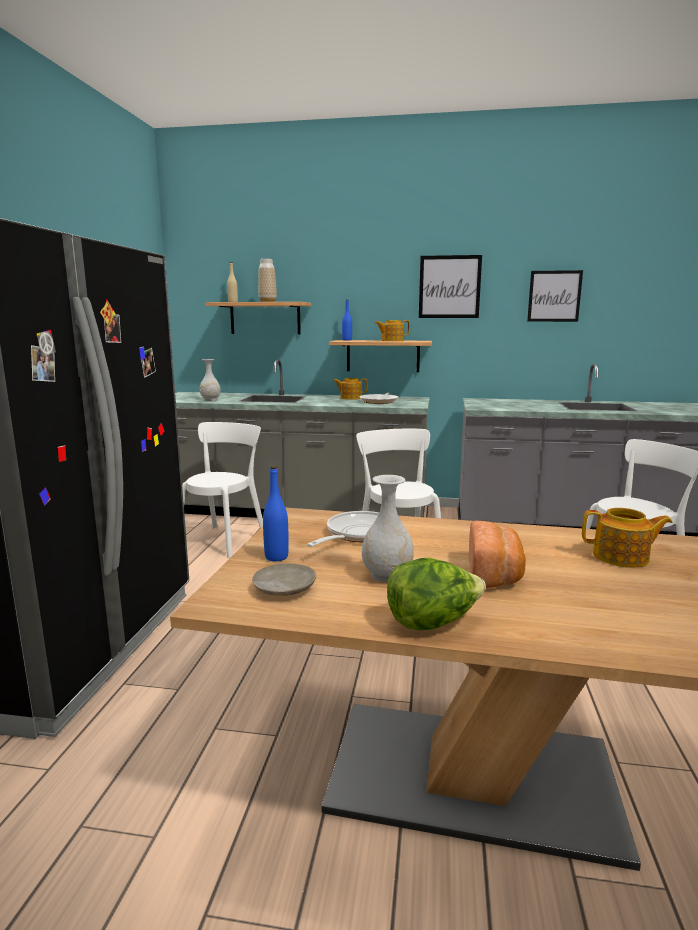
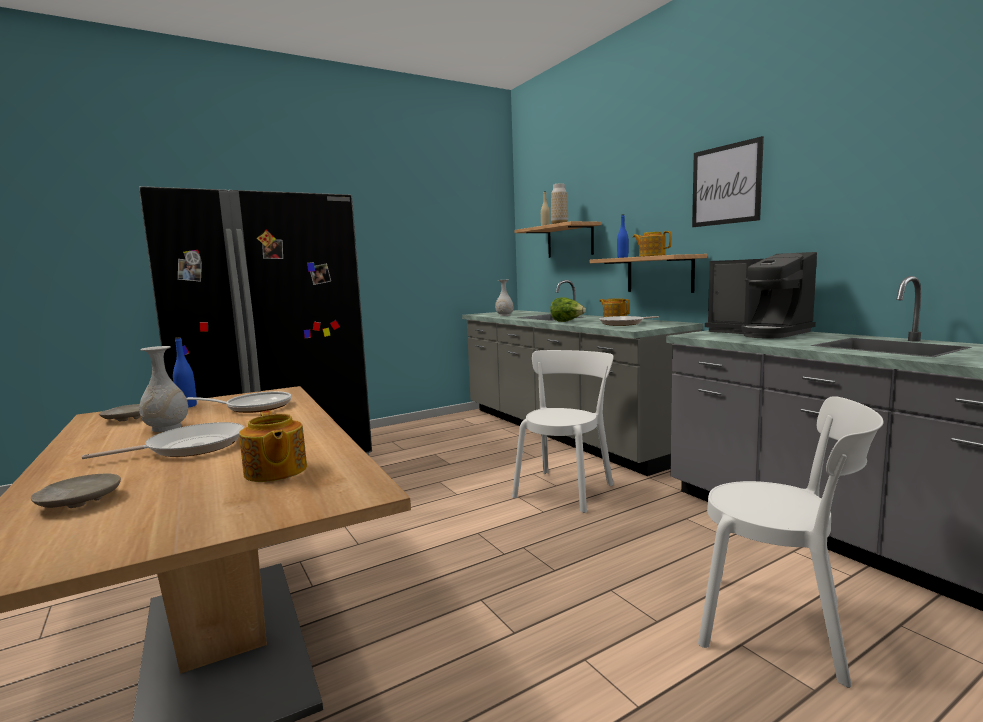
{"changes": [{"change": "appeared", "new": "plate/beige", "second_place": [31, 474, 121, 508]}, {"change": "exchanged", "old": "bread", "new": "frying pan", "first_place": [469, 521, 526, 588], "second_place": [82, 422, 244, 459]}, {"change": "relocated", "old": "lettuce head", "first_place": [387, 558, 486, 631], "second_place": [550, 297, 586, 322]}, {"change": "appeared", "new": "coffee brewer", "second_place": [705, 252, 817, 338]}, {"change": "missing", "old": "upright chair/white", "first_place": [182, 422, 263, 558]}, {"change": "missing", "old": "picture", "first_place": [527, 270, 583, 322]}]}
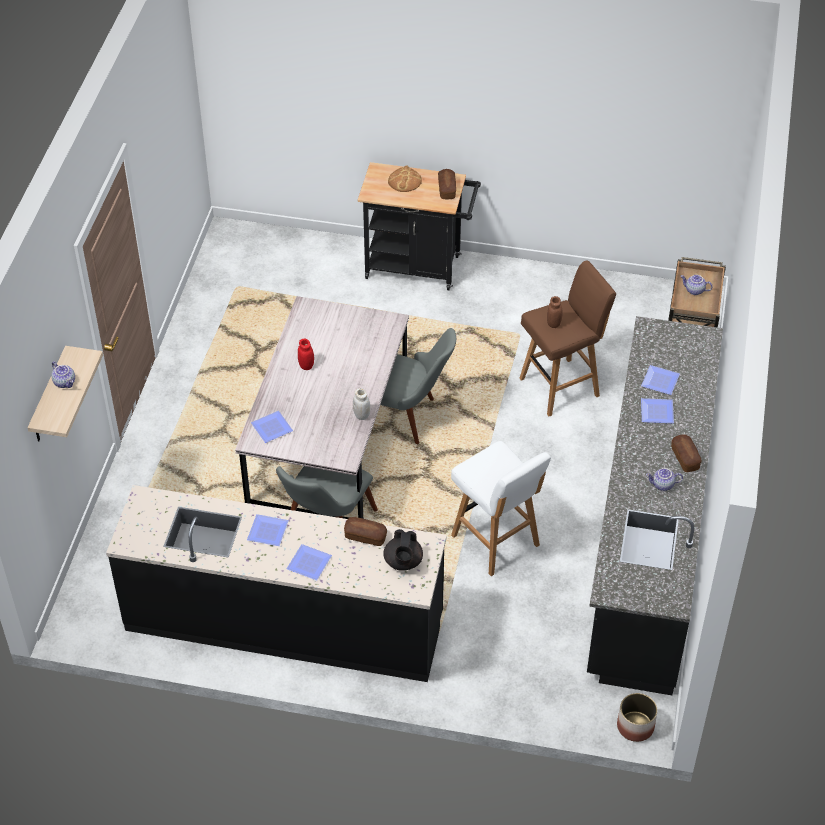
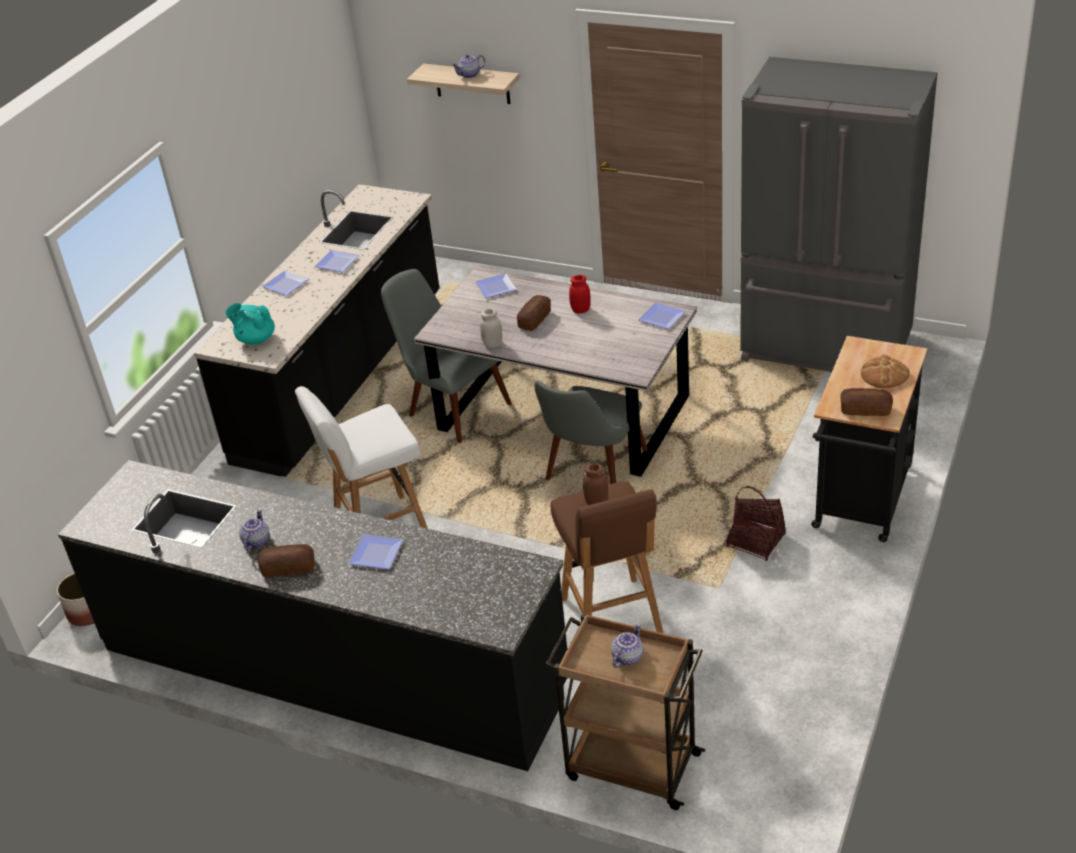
{"changes": [{"change": "colour", "old": "tea pot/black", "new": "tea pot/turquoise", "first_place": [383, 529, 423, 571], "second_place": [225, 303, 275, 345]}, {"change": "relocated", "old": "bread", "first_place": [344, 517, 387, 546], "second_place": [517, 295, 551, 331]}, {"change": "relocated", "old": "plate", "first_place": [641, 365, 680, 395], "second_place": [638, 302, 686, 329]}, {"change": "appeared", "new": "household basket", "second_place": [726, 486, 786, 561]}, {"change": "appeared", "new": "kitchen fridge/grey", "second_place": [740, 57, 938, 372]}]}
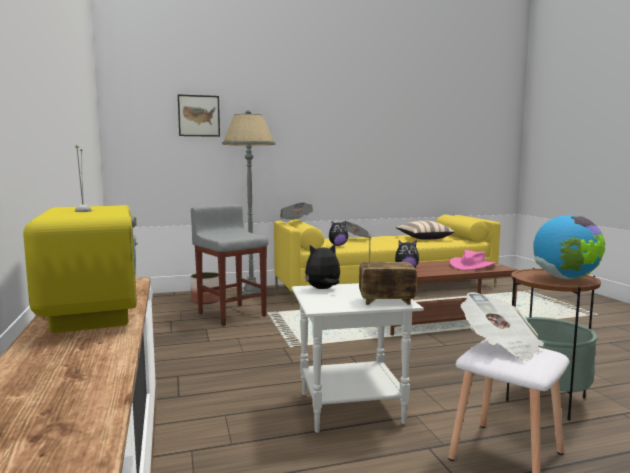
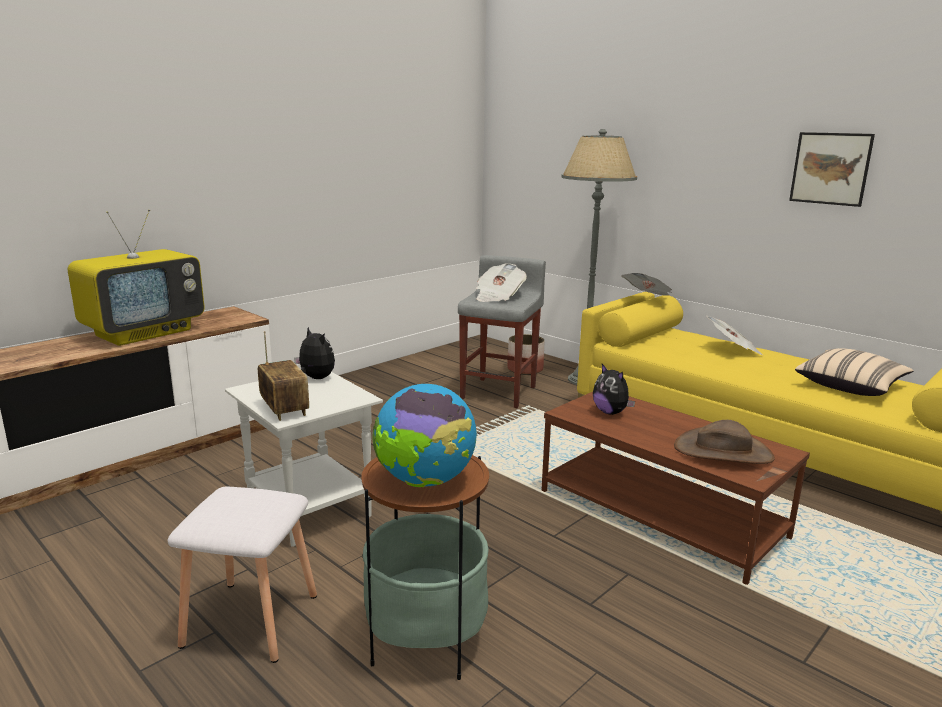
{"changes": [{"change": "relocated", "old": "daily paper", "first_place": [461, 292, 544, 362], "second_place": [476, 263, 527, 302]}, {"change": "colour", "old": "wearable hat/pink", "new": "wearable hat/brown", "first_place": [450, 250, 496, 270], "second_place": [674, 420, 775, 464]}, {"change": "relocated", "old": "picture", "first_place": [178, 94, 220, 137], "second_place": [789, 132, 875, 207]}, {"change": "missing", "old": "cuddly toy", "first_place": [329, 221, 348, 246]}]}
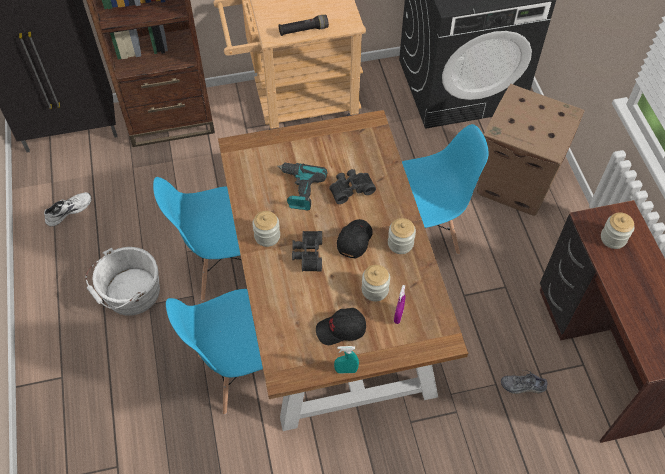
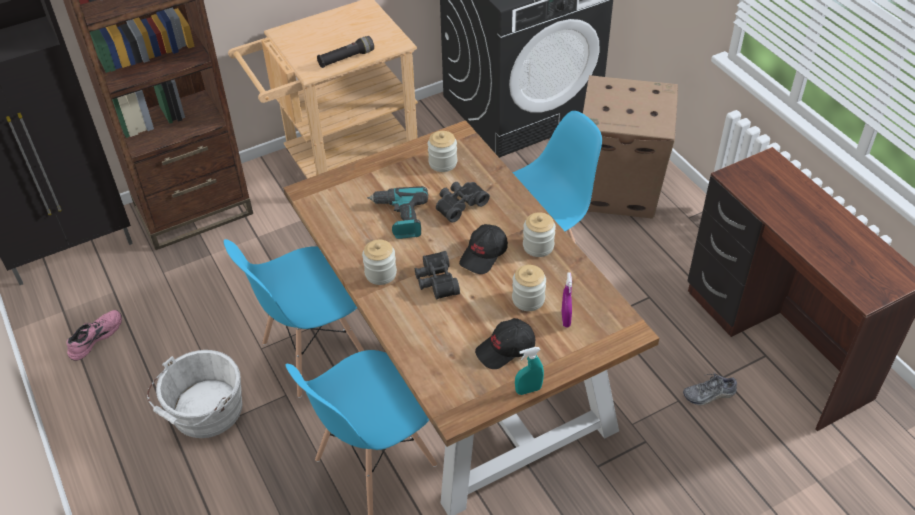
{"changes": [{"change": "colour", "old": "item of footwear/white", "new": "item of footwear/pink", "first_place": [44, 192, 92, 226], "second_place": [67, 310, 122, 361]}, {"change": "relocated", "old": "jar", "first_place": [601, 212, 634, 249], "second_place": [428, 131, 457, 172]}, {"change": "spun", "old": "baseball cap/black", "first_place": [337, 219, 373, 258], "second_place": [459, 224, 508, 274], "degrees": -150}]}
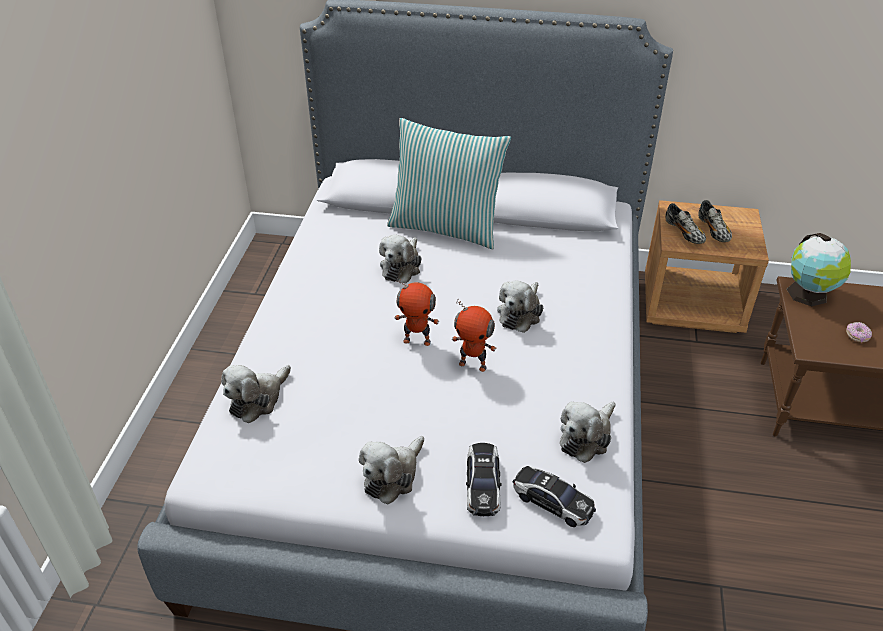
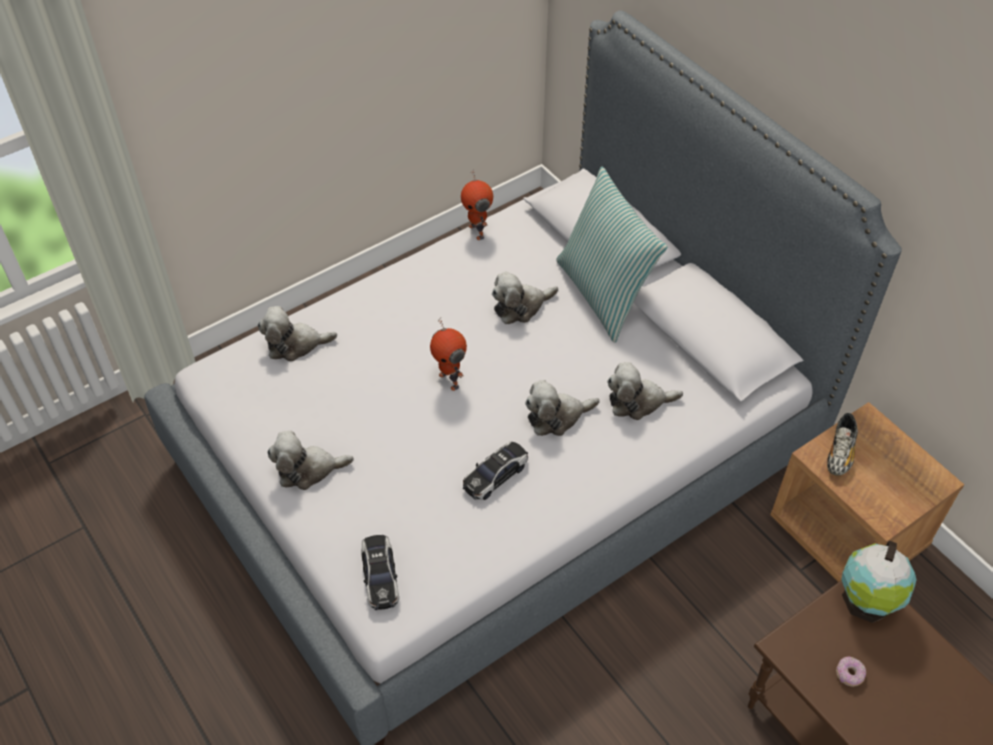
{"changes": [{"change": "relocated", "old": "toy robot", "first_place": [452, 300, 496, 372], "second_place": [461, 169, 493, 240]}, {"change": "relocated", "old": "toy car", "first_place": [466, 443, 502, 516], "second_place": [463, 442, 528, 500]}, {"change": "relocated", "old": "cuddly toy", "first_place": [560, 402, 616, 463], "second_place": [607, 362, 683, 420]}, {"change": "missing", "old": "item of footwear", "first_place": [698, 200, 732, 242]}]}
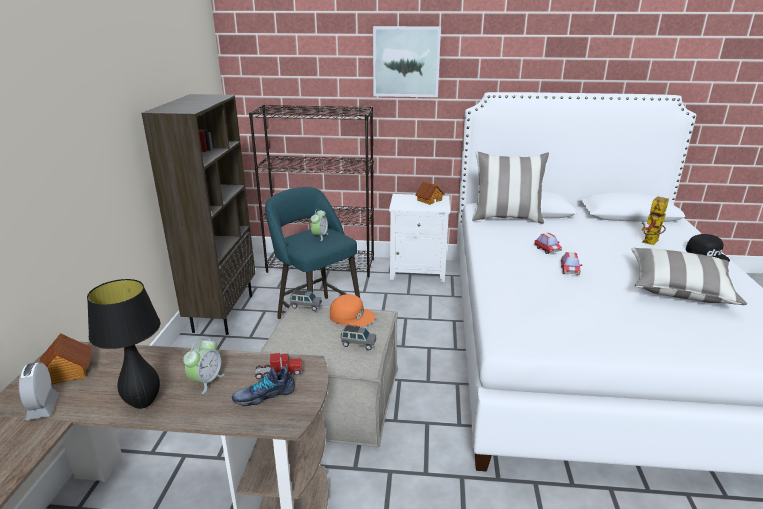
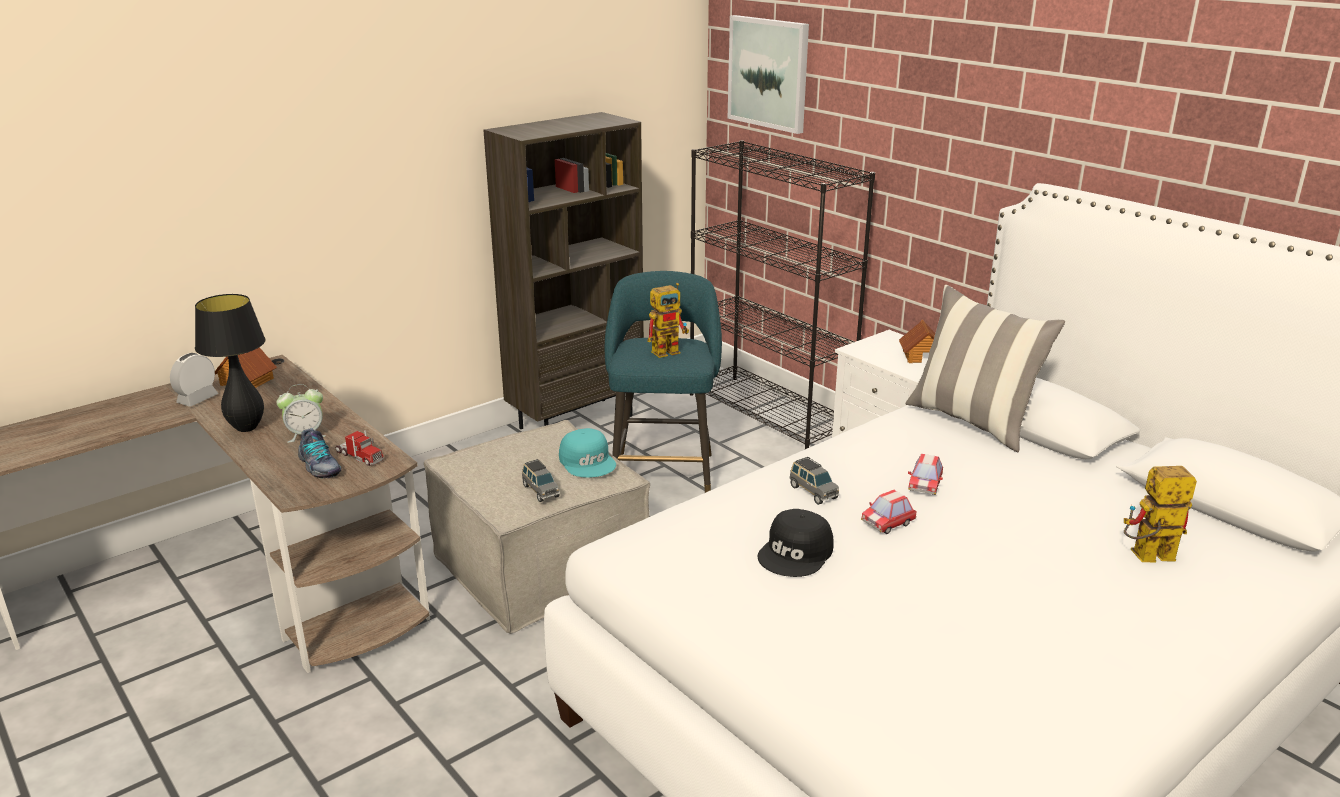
{"changes": [{"change": "spun", "old": "item of footwear", "first_place": [232, 366, 295, 406], "second_place": [298, 428, 342, 479], "degrees": -150}, {"change": "colour", "old": "baseball cap/orange", "new": "baseball cap/turquoise", "first_place": [330, 294, 375, 327], "second_place": [559, 428, 616, 478]}, {"change": "exchanged", "old": "bedside clock", "new": "toy robot", "first_place": [310, 209, 329, 241], "second_place": [647, 283, 689, 358]}, {"change": "relocated", "old": "picture", "first_place": [373, 26, 441, 97], "second_place": [728, 15, 809, 134]}, {"change": "relocated", "old": "baseball cap/black", "first_place": [686, 234, 730, 262], "second_place": [758, 509, 834, 577]}, {"change": "relocated", "old": "toy car/grey", "first_place": [290, 289, 322, 311], "second_place": [790, 457, 839, 505]}, {"change": "missing", "old": "pillow", "first_place": [631, 248, 747, 305]}]}
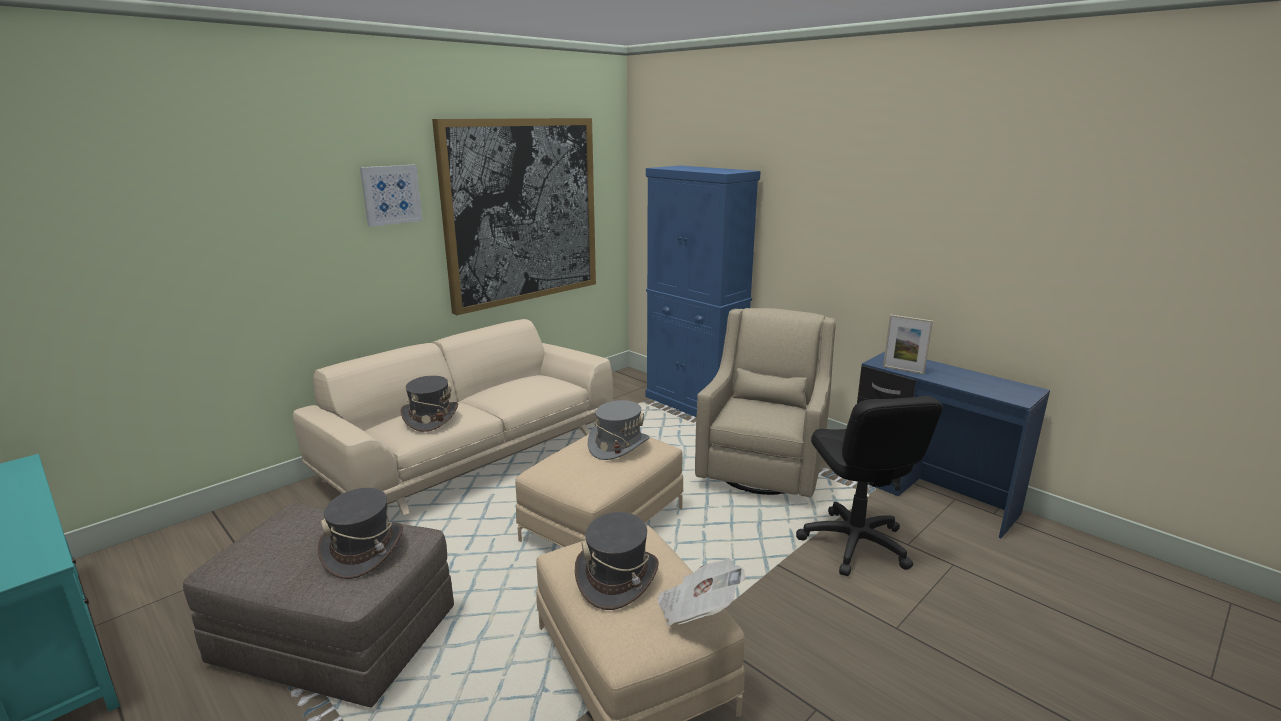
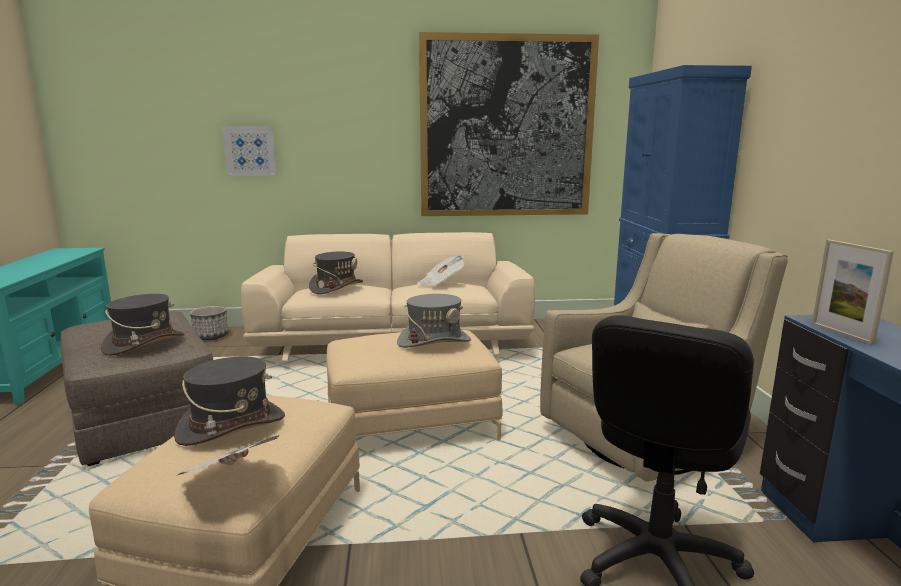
{"changes": [{"change": "appeared", "new": "plant pot", "second_place": [190, 306, 229, 340]}, {"change": "relocated", "old": "picture", "first_place": [360, 165, 423, 227], "second_place": [222, 126, 277, 176]}, {"change": "appeared", "new": "daily paper", "second_place": [417, 255, 465, 287]}]}
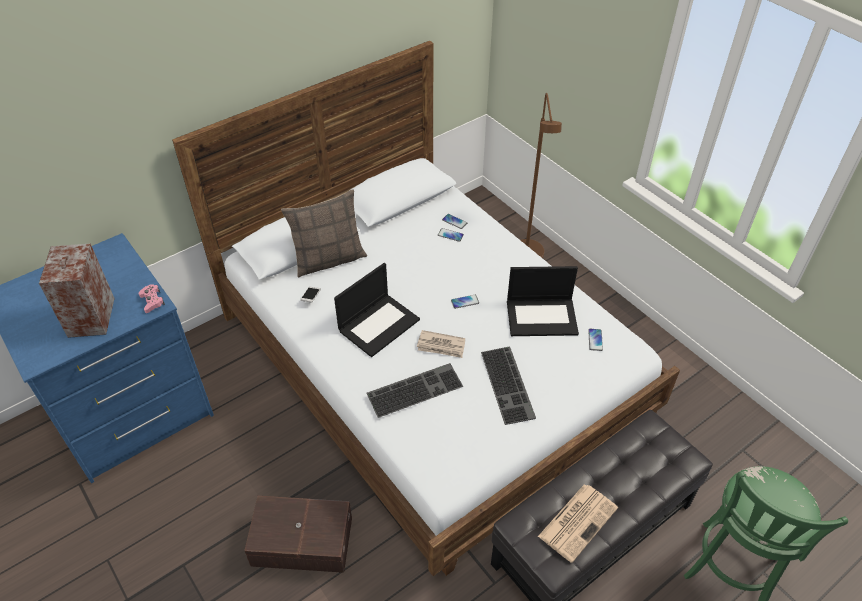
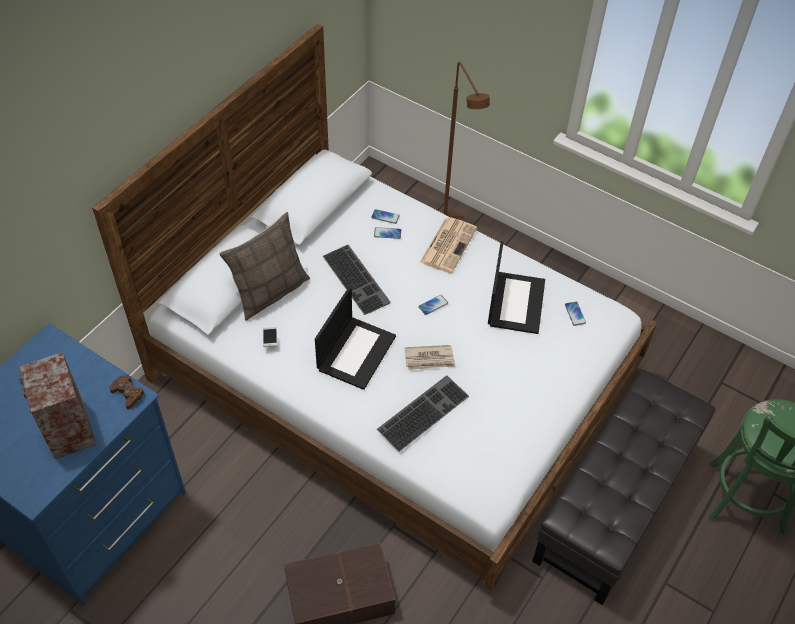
{"changes": [{"change": "colour", "old": "joypad/pink", "new": "joypad/brown", "first_place": [139, 284, 165, 313], "second_place": [110, 375, 145, 409]}, {"change": "relocated", "old": "computer keyboard", "first_place": [481, 346, 536, 425], "second_place": [323, 245, 391, 315]}, {"change": "relocated", "old": "daily paper", "first_place": [538, 484, 618, 563], "second_place": [420, 217, 477, 273]}, {"change": "spun", "old": "laptop", "first_place": [507, 266, 579, 336], "second_place": [488, 241, 545, 334], "degrees": -60}]}
